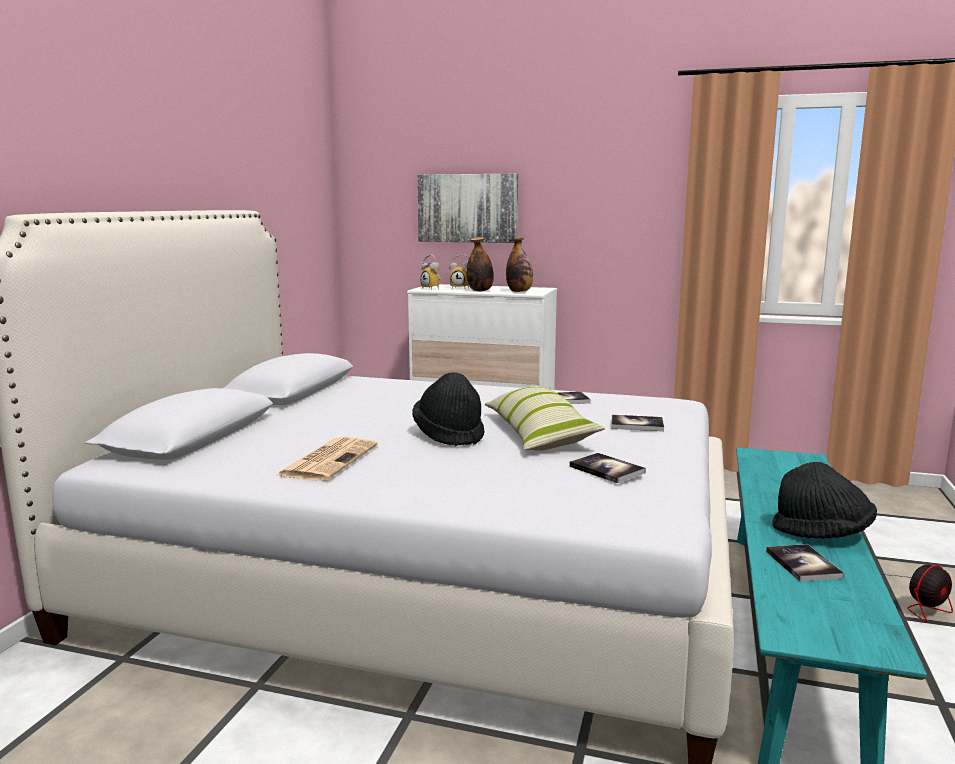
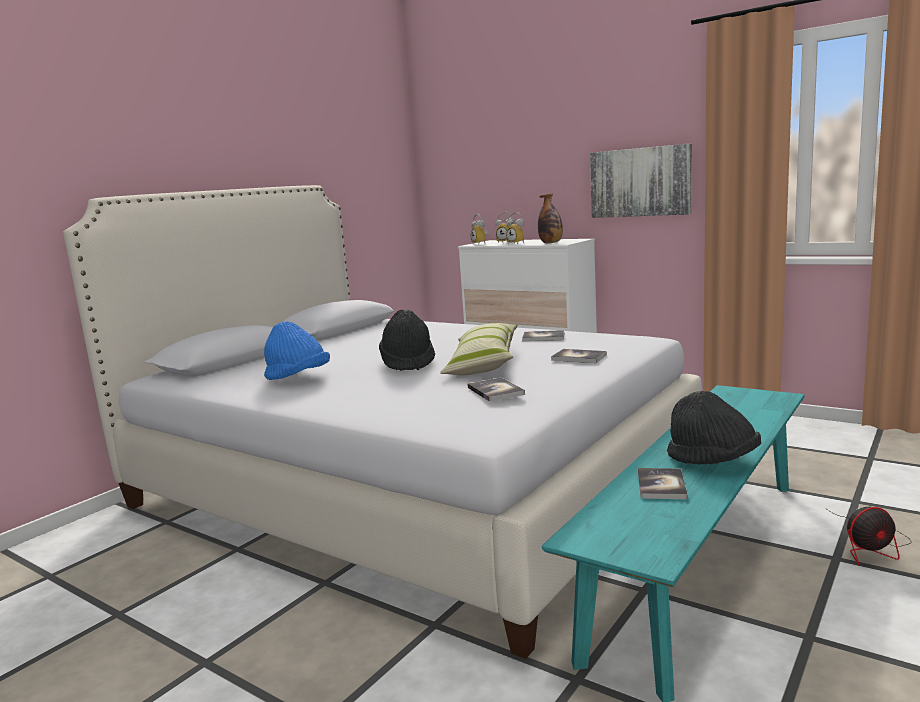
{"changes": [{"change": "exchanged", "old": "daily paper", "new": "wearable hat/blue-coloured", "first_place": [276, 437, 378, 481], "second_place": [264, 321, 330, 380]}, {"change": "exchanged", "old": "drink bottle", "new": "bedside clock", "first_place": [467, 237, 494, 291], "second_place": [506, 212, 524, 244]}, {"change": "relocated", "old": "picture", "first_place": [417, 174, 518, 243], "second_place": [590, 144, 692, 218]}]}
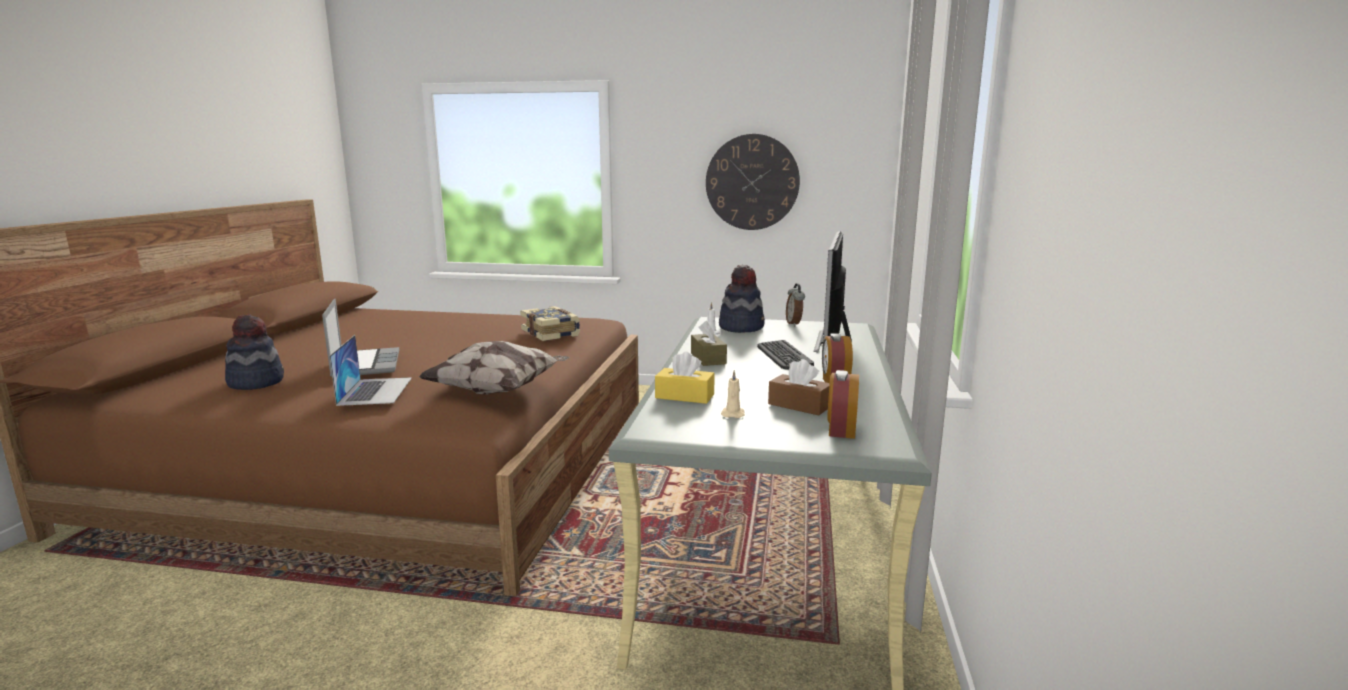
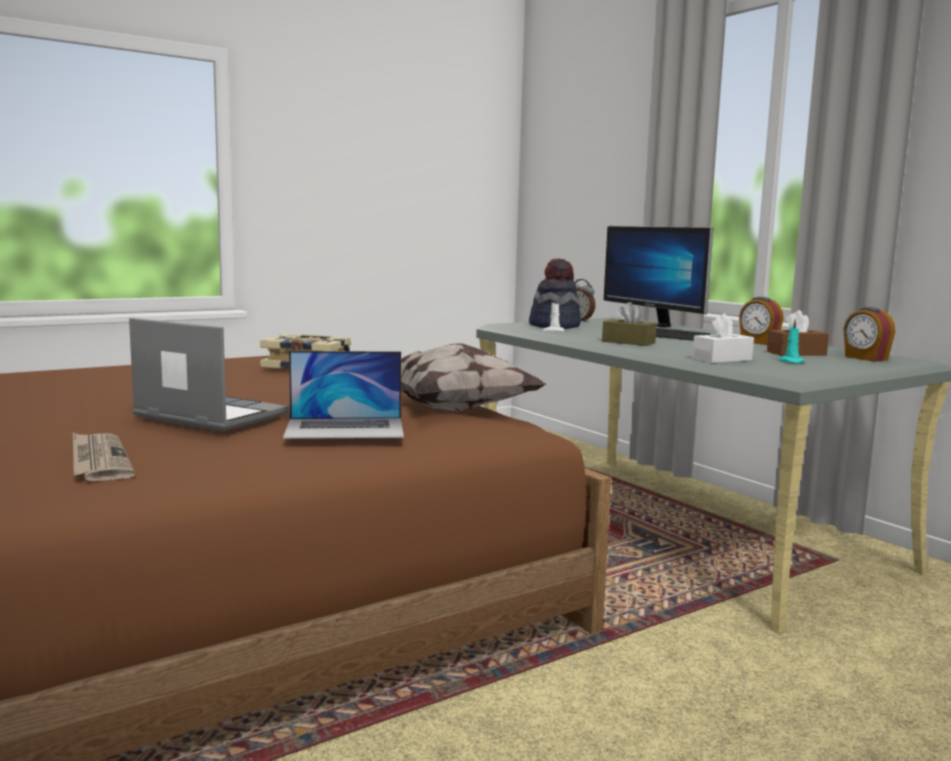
{"changes": [{"change": "exchanged", "old": "wearable hat", "new": "daily paper", "first_place": [225, 314, 284, 390], "second_place": [73, 433, 135, 481]}, {"change": "spun", "old": "laptop", "first_place": [329, 335, 412, 406], "second_place": [283, 351, 404, 439], "degrees": 135}, {"change": "colour", "old": "tissue holder/yellow-coloured", "new": "tissue holder/white", "first_place": [655, 351, 714, 404], "second_place": [692, 313, 754, 363]}, {"change": "colour", "old": "candle/beige", "new": "candle/turquoise", "first_place": [721, 370, 745, 418], "second_place": [778, 319, 805, 363]}, {"change": "missing", "old": "hanging clock", "first_place": [706, 134, 800, 230]}]}
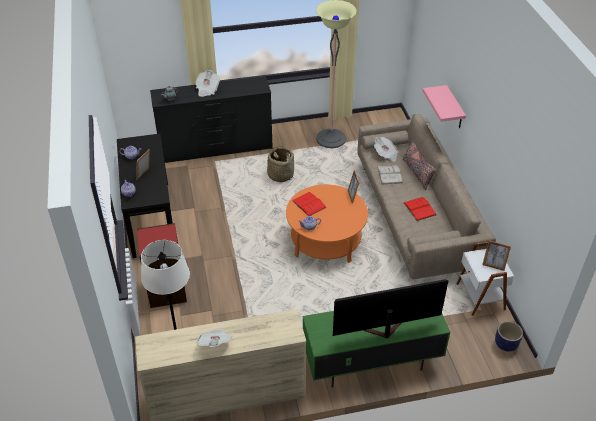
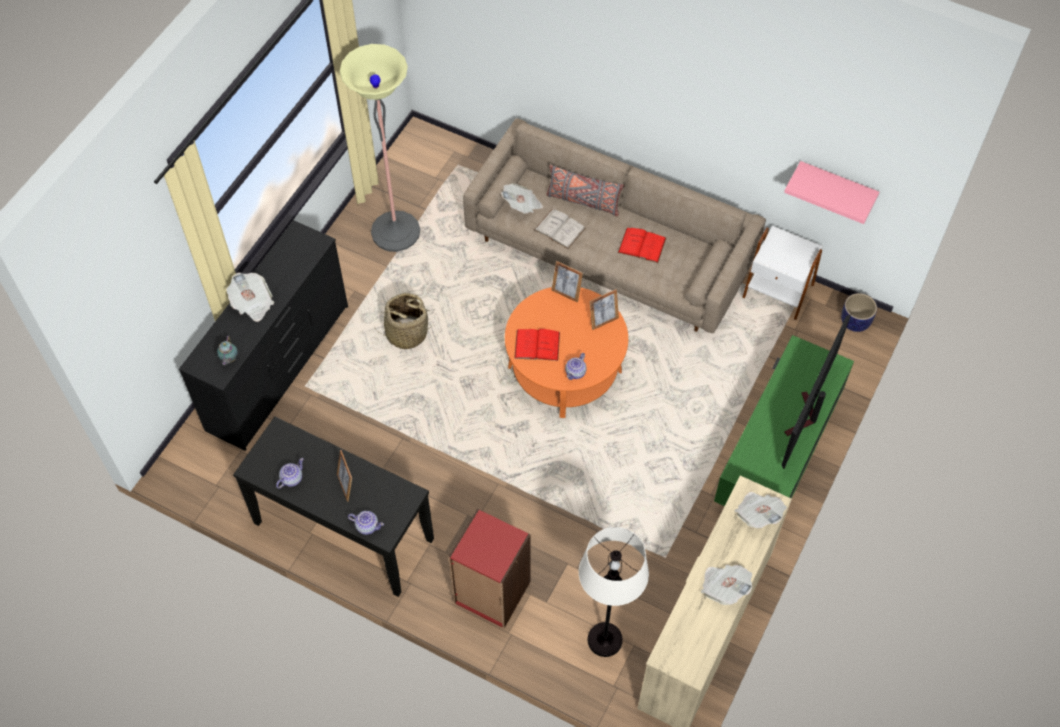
{"changes": [{"change": "relocated", "old": "picture frame", "first_place": [482, 240, 511, 271], "second_place": [590, 289, 619, 330]}, {"change": "appeared", "new": "daily paper", "second_place": [734, 492, 787, 528]}, {"change": "relocated", "old": "bracket shelf/pink", "first_place": [423, 85, 466, 128], "second_place": [784, 161, 879, 224]}]}
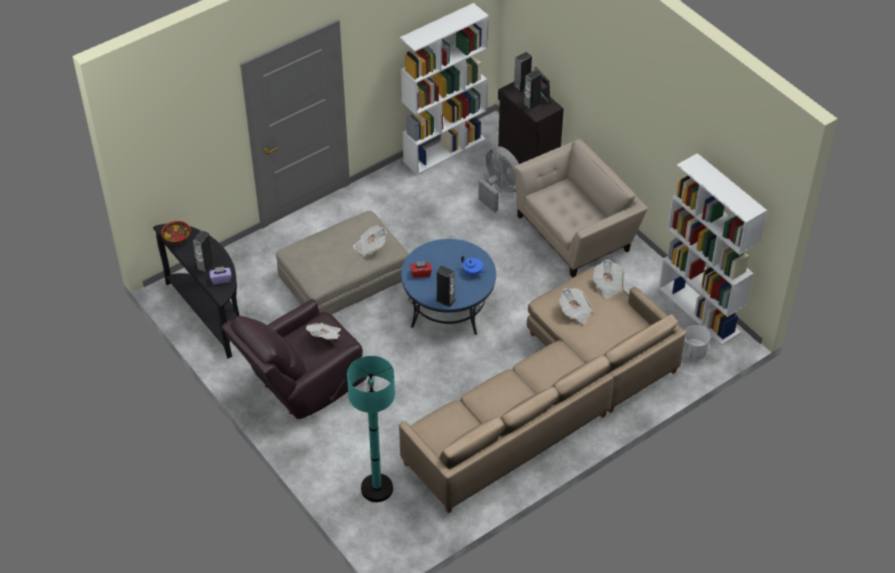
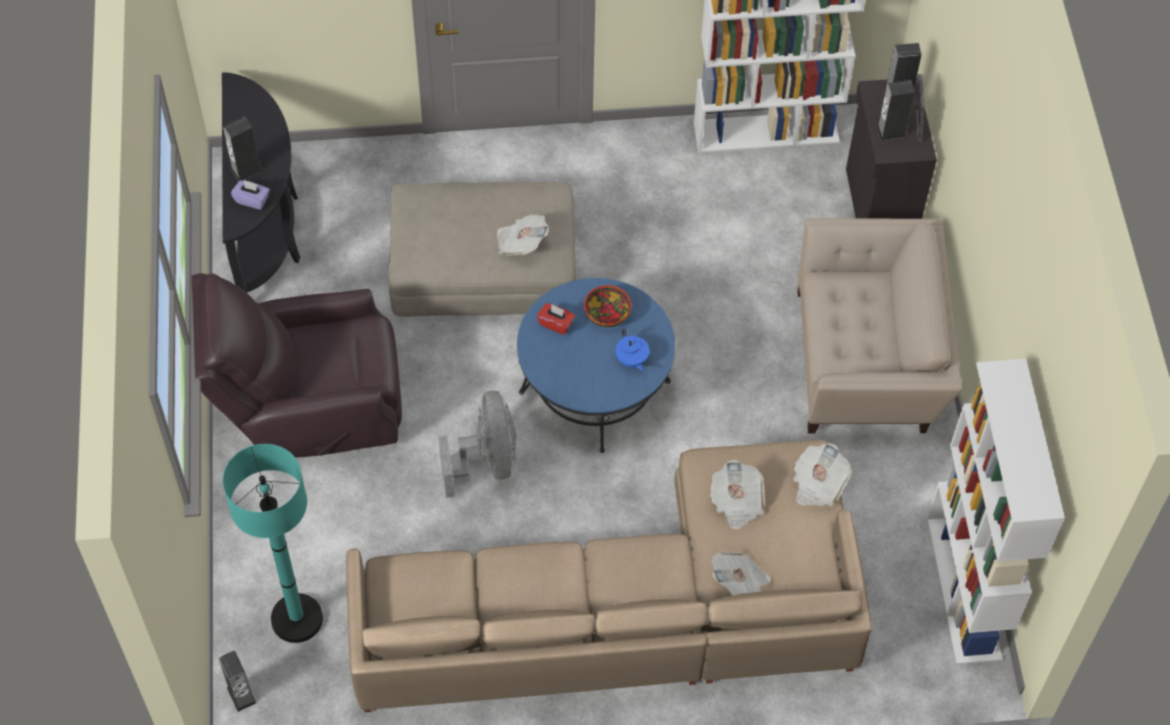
{"changes": [{"change": "relocated", "old": "speaker", "first_place": [436, 266, 456, 307], "second_place": [219, 651, 256, 712]}, {"change": "relocated", "old": "fan/grey", "first_place": [478, 146, 519, 212], "second_place": [438, 391, 516, 498]}, {"change": "relocated", "old": "deep dish", "first_place": [161, 221, 191, 244], "second_place": [584, 285, 631, 327]}, {"change": "relocated", "old": "daily paper", "first_place": [306, 323, 341, 339], "second_place": [711, 551, 771, 595]}, {"change": "missing", "old": "plant pot/white", "first_place": [683, 325, 710, 360]}]}
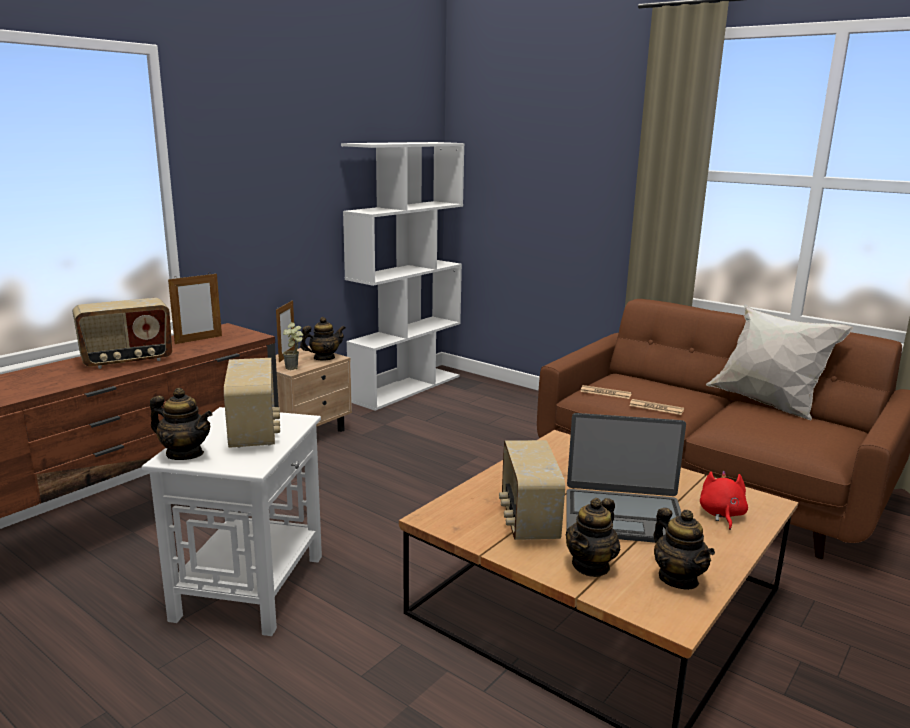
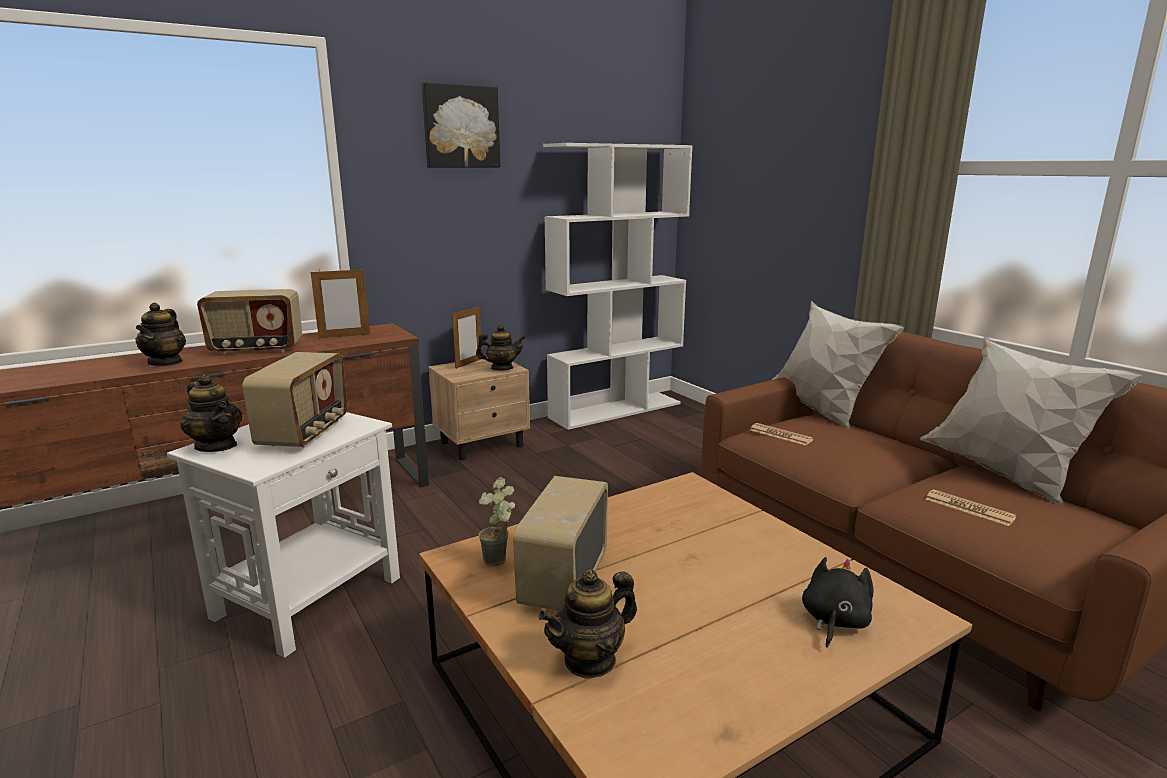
{"changes": [{"change": "relocated", "old": "tea pot", "first_place": [654, 508, 715, 590], "second_place": [135, 303, 186, 366]}, {"change": "appeared", "new": "picture", "second_place": [422, 82, 500, 168]}, {"change": "relocated", "old": "houseplant", "first_place": [283, 322, 303, 370], "second_place": [479, 477, 515, 567]}, {"change": "appeared", "new": "pillow/white", "second_place": [772, 301, 904, 429]}, {"change": "colour", "old": "cuddly toy/red-coloured", "new": "cuddly toy/black", "first_place": [700, 471, 748, 530], "second_place": [802, 557, 874, 648]}, {"change": "relocated", "old": "daily paper", "first_place": [629, 399, 684, 415], "second_place": [925, 489, 1017, 526]}, {"change": "missing", "old": "laptop", "first_place": [566, 413, 686, 543]}]}
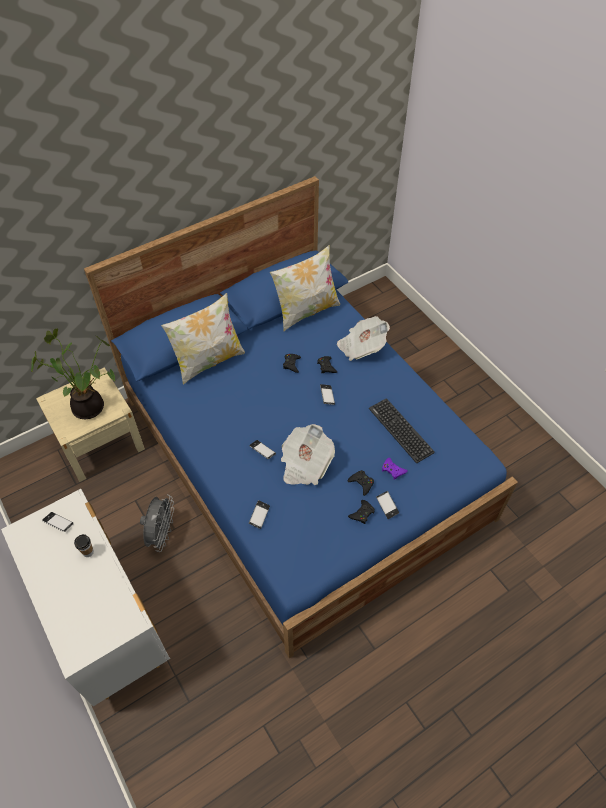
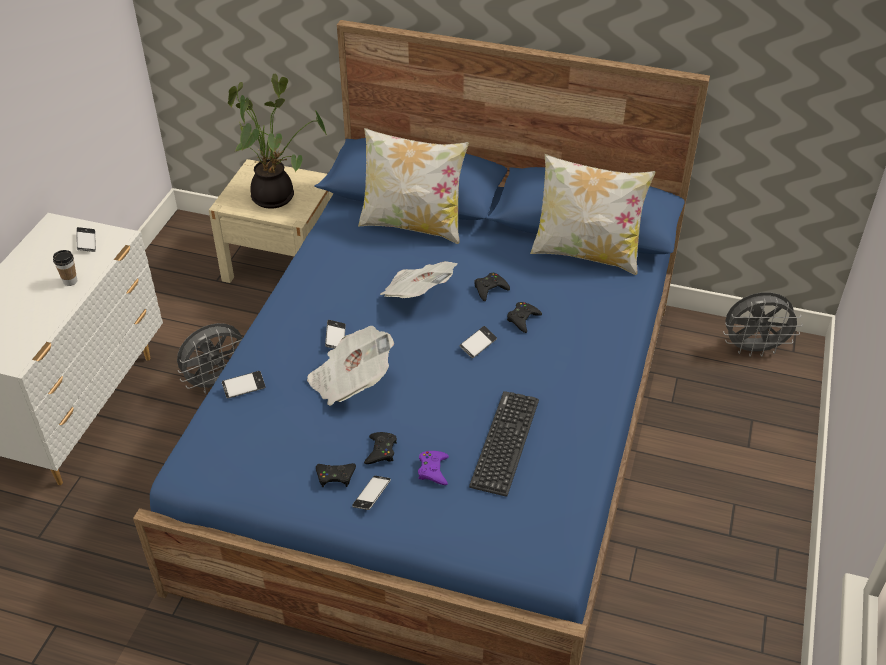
{"changes": [{"change": "relocated", "old": "daily paper", "first_place": [337, 316, 390, 361], "second_place": [380, 261, 458, 298]}, {"change": "appeared", "new": "fan/grey", "second_place": [723, 292, 803, 357]}]}
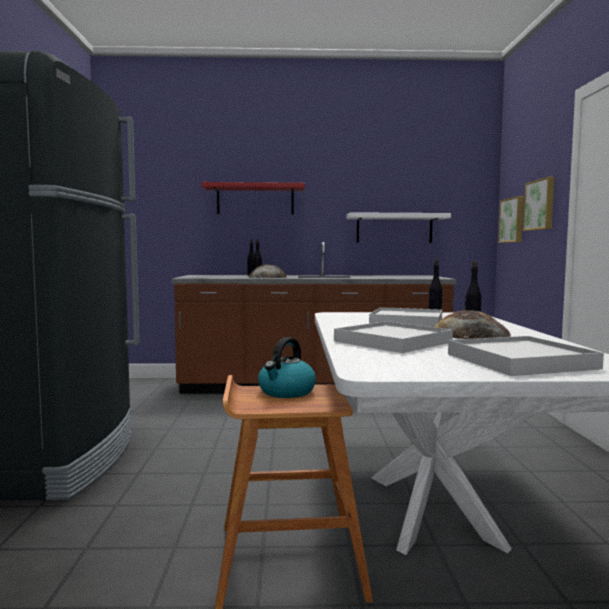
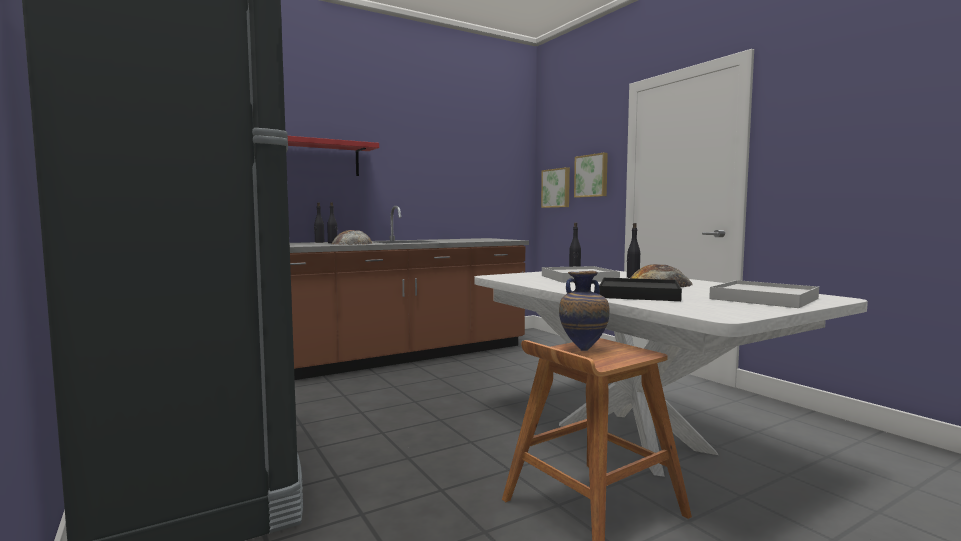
{"changes": [{"change": "exchanged", "old": "kettle", "new": "flower vase", "first_place": [258, 337, 316, 398], "second_place": [559, 271, 610, 351]}, {"change": "colour", "old": "serving tray/white", "new": "serving tray/black", "first_place": [334, 321, 453, 353], "second_place": [599, 278, 682, 301]}, {"change": "missing", "old": "bracket shelf/white", "first_place": [346, 212, 451, 243]}]}
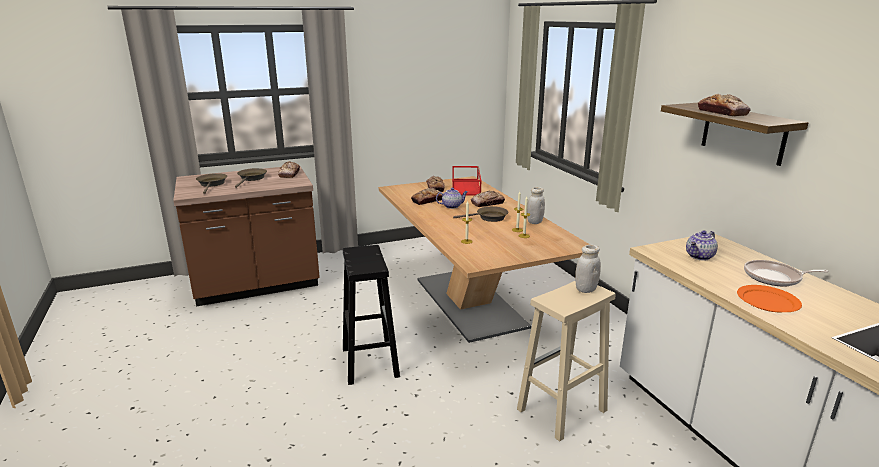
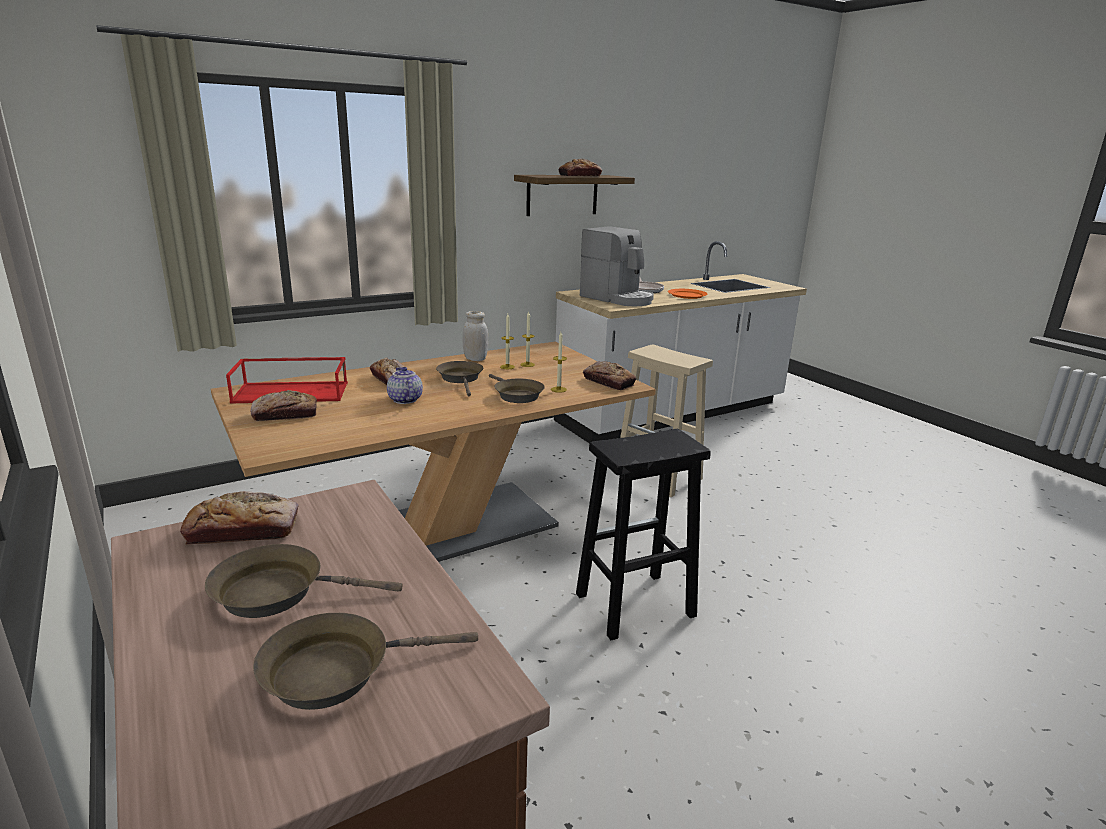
{"changes": [{"change": "appeared", "new": "frying pan/brown", "second_place": [489, 374, 545, 403]}, {"change": "exchanged", "old": "tea pot", "new": "coffee brewer", "first_place": [686, 230, 718, 261], "second_place": [580, 226, 654, 306]}, {"change": "relocated", "old": "bread", "first_place": [411, 188, 442, 205], "second_place": [583, 361, 636, 390]}, {"change": "missing", "old": "jar/white", "first_place": [575, 245, 601, 293]}]}
